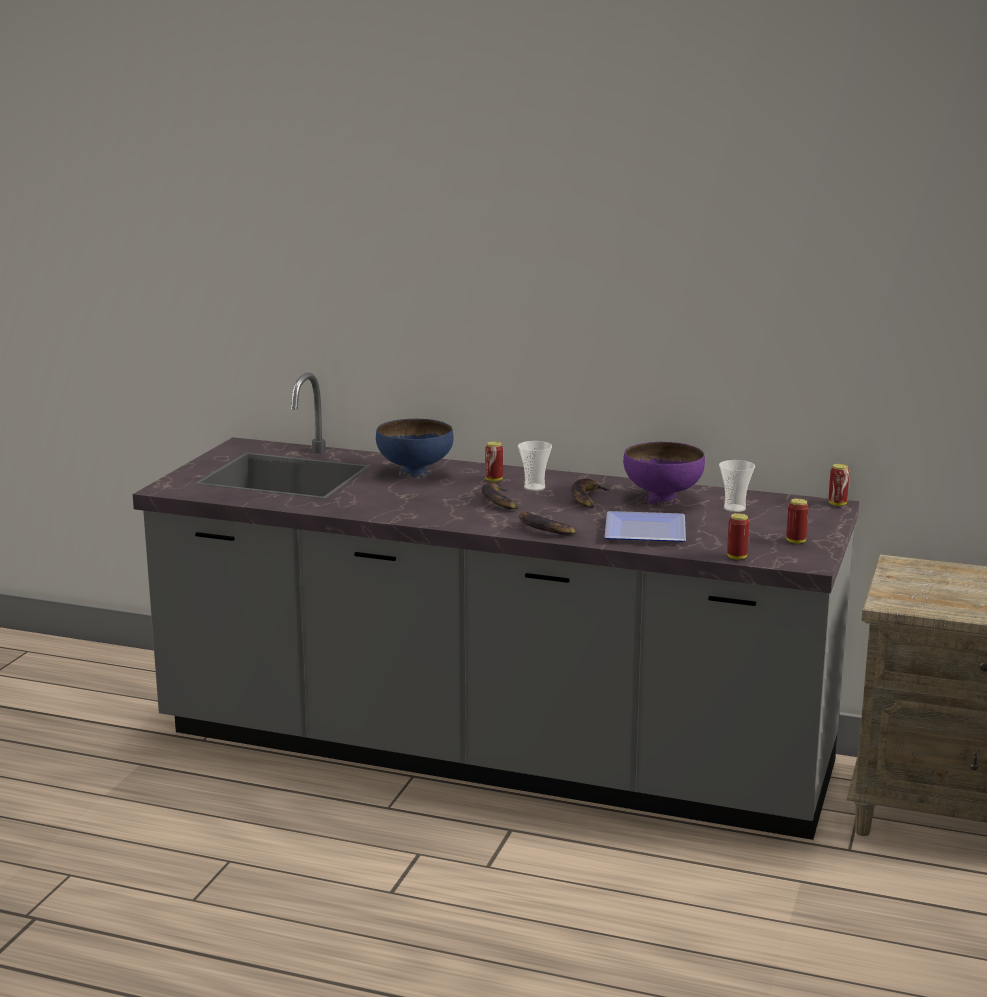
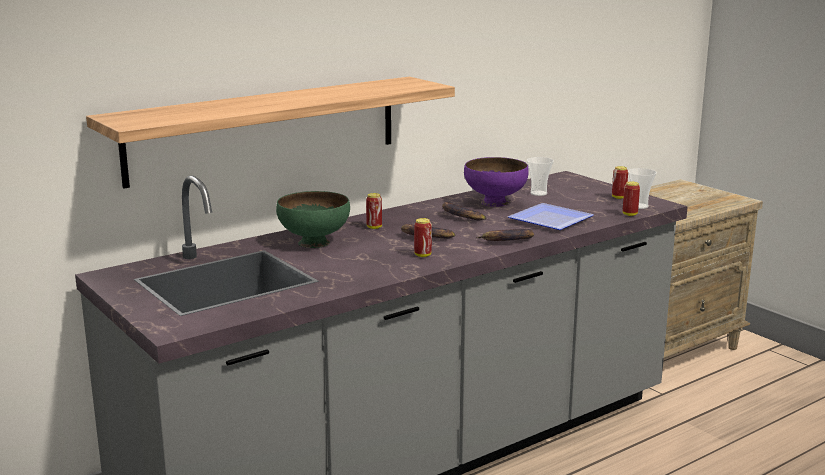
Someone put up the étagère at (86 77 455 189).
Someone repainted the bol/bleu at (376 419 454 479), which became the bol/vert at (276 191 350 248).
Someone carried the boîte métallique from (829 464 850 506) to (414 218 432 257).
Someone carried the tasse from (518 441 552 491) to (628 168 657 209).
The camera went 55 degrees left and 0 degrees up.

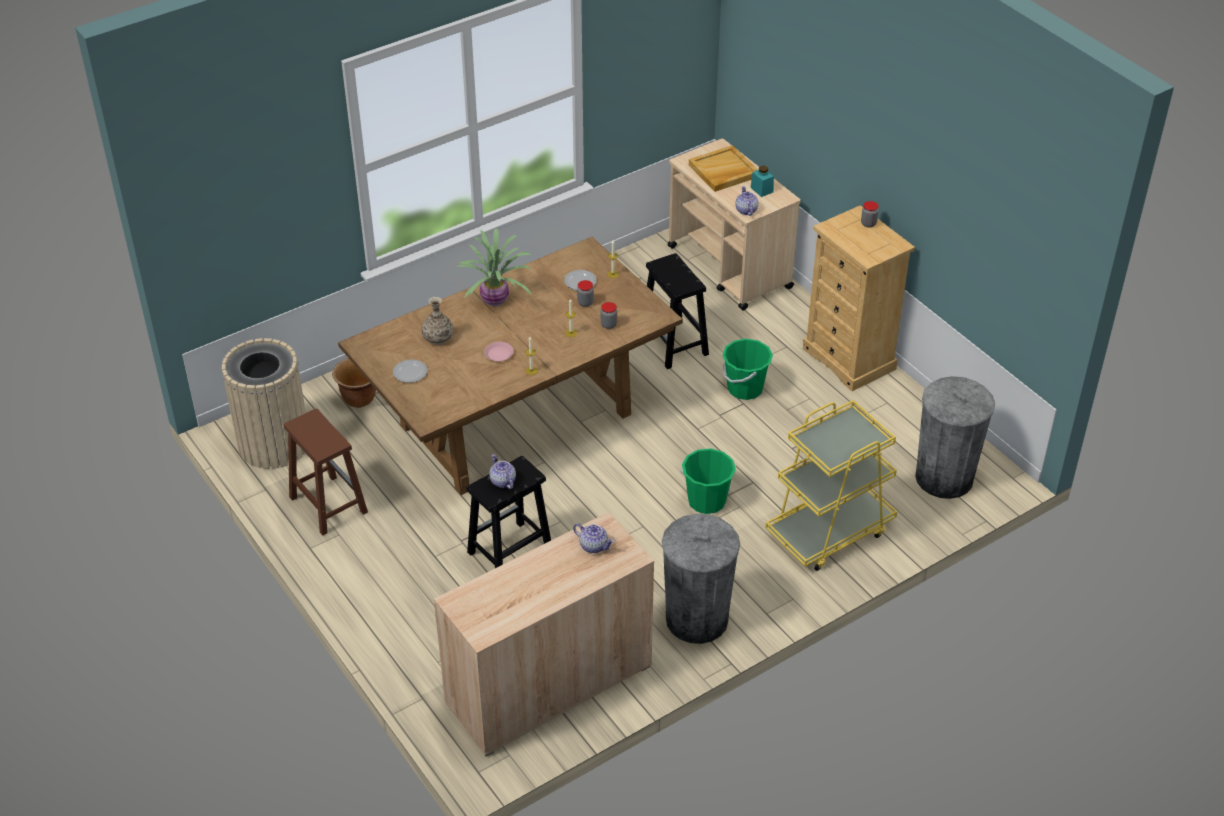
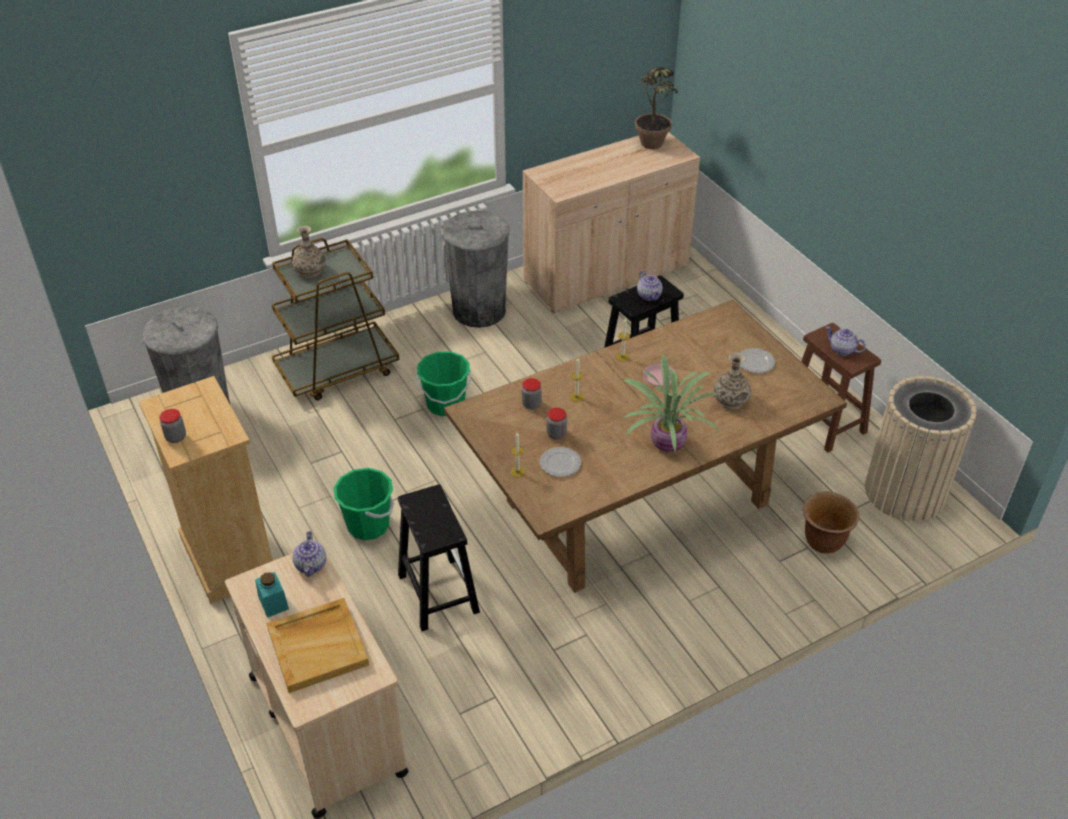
Someone repainted the chariot/jaune at (765 400 897 571), which became the chariot/marron at (272 238 399 400).
Someone put down the vase at (292 226 326 278).
Someone put down the plante en pot at (635 67 678 149).
Someone carried the théière from (573 523 614 553) to (826 326 866 356).
The camera went 175 degrees left and 0 degrees up.

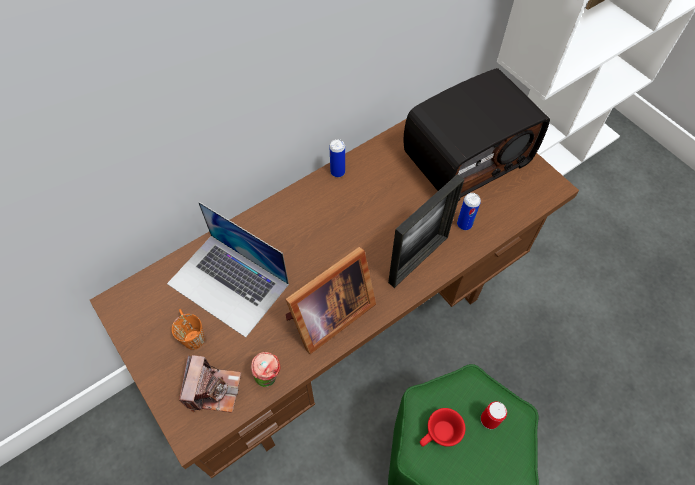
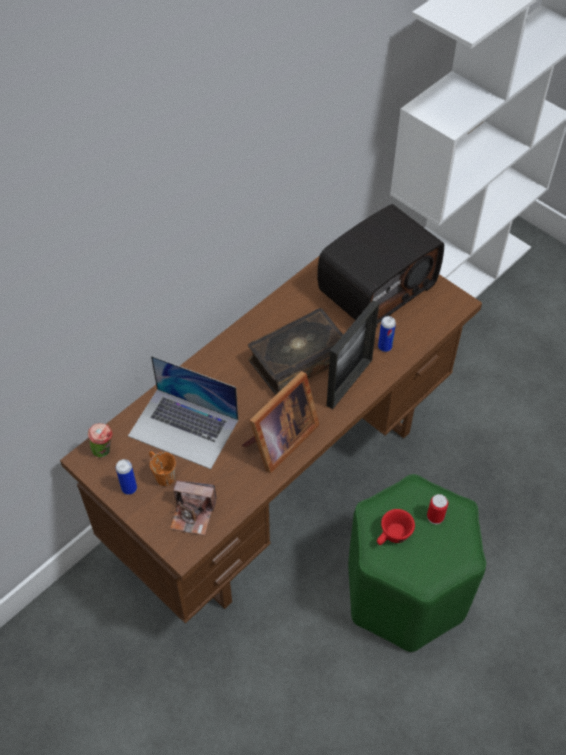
Someone carried the tasse from (251 352 281 387) to (88 423 113 458).
Someone carried the boîte métallique from (329 139 345 177) to (116 459 137 495).
Someone rotated the appareil photo at (179 355 241 413) by 105 degrees clockwise.
Someone put down the livre at (248 308 343 395).
The camera went 10 degrees left and 5 degrees down.

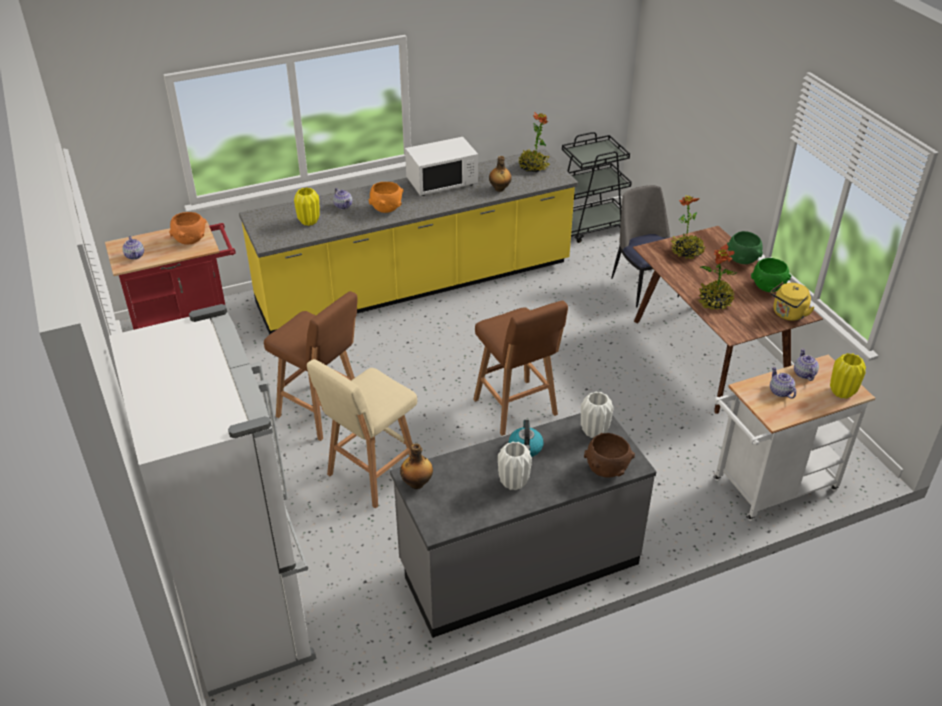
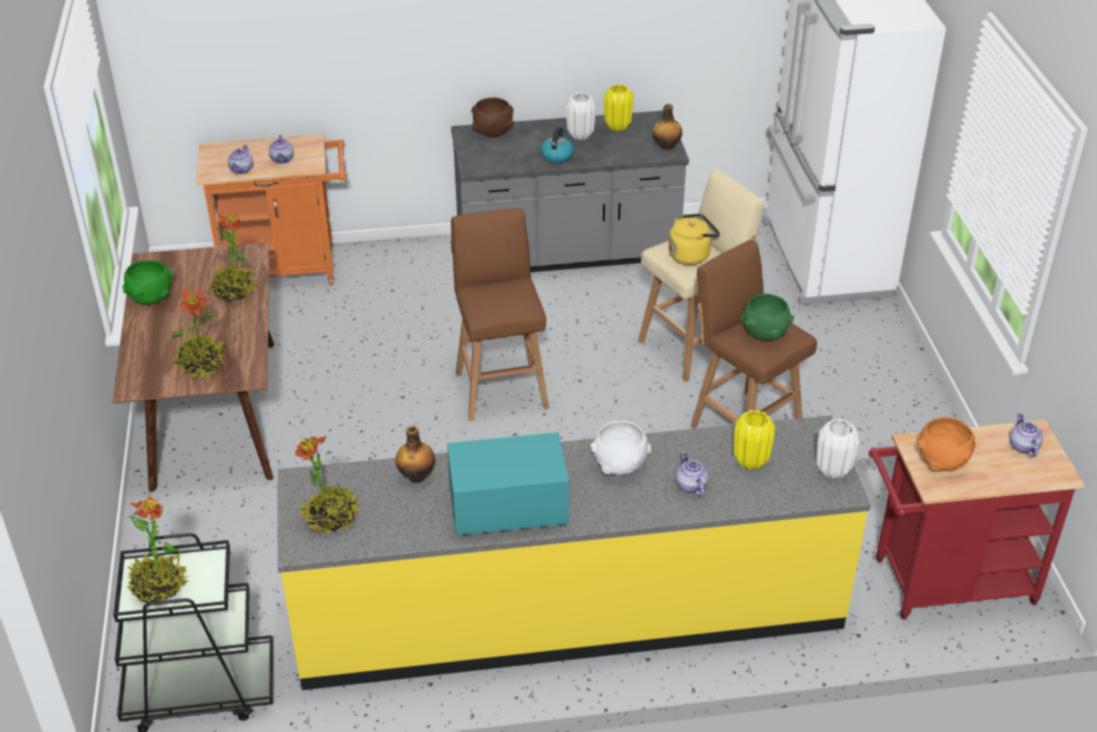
Someone put down the plante en pot at (127 496 189 603).
Someone repainted the chariot/blanc at (713 354 875 521), which became the chariot/orange at (196 134 347 285).
Someone repainted the micro-ondes/blanc at (405 137 478 196), which became the micro-ondes/turquoise at (447 432 569 536).
Someone repainted the bol/orange at (368 182 404 213), which became the bol/blanc at (590 421 651 475).
Someone carried the vase/jaune from (830 353 866 399) to (604 84 634 131).
Someone carried the bouilloire/jaune from (771 282 815 321) to (669 214 720 265).
Someone carried the bol/vert from (727 231 763 264) to (741 294 794 341).
Someone carried the vase/blanc from (581 392 614 438) to (817 419 859 479).
Someone took away the chaise at (611 185 679 308).
The camera went 165 degrees left and 0 degrees up.

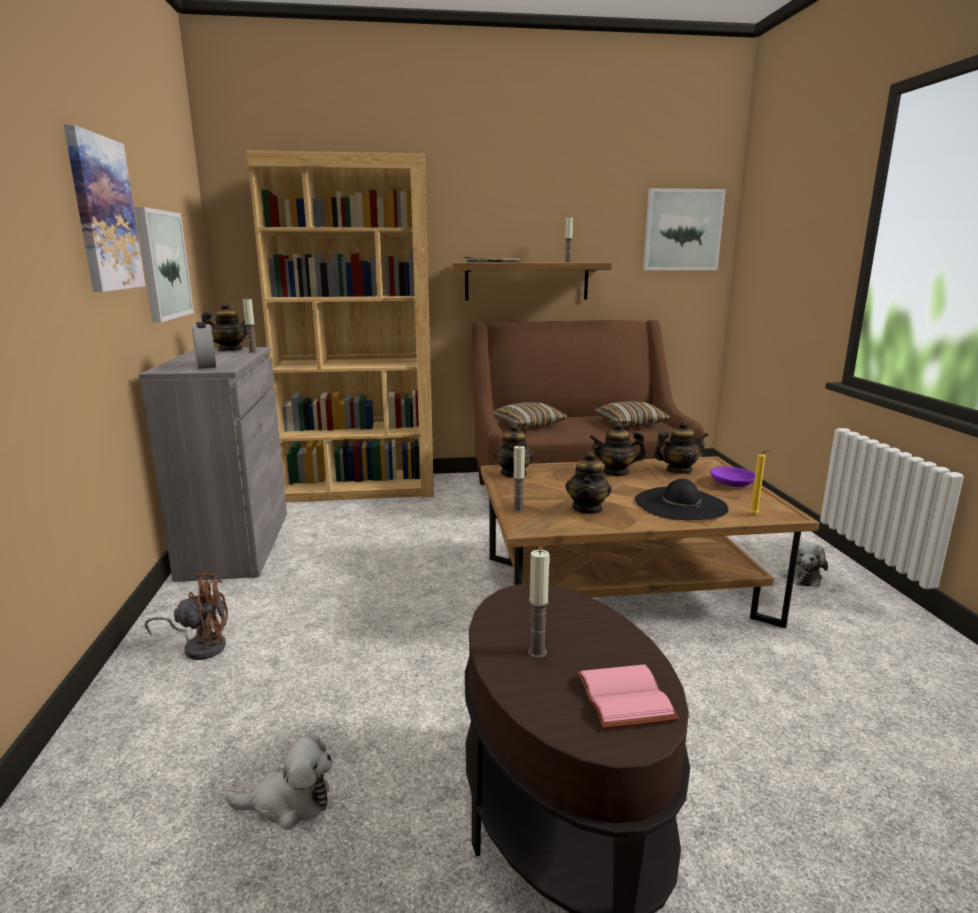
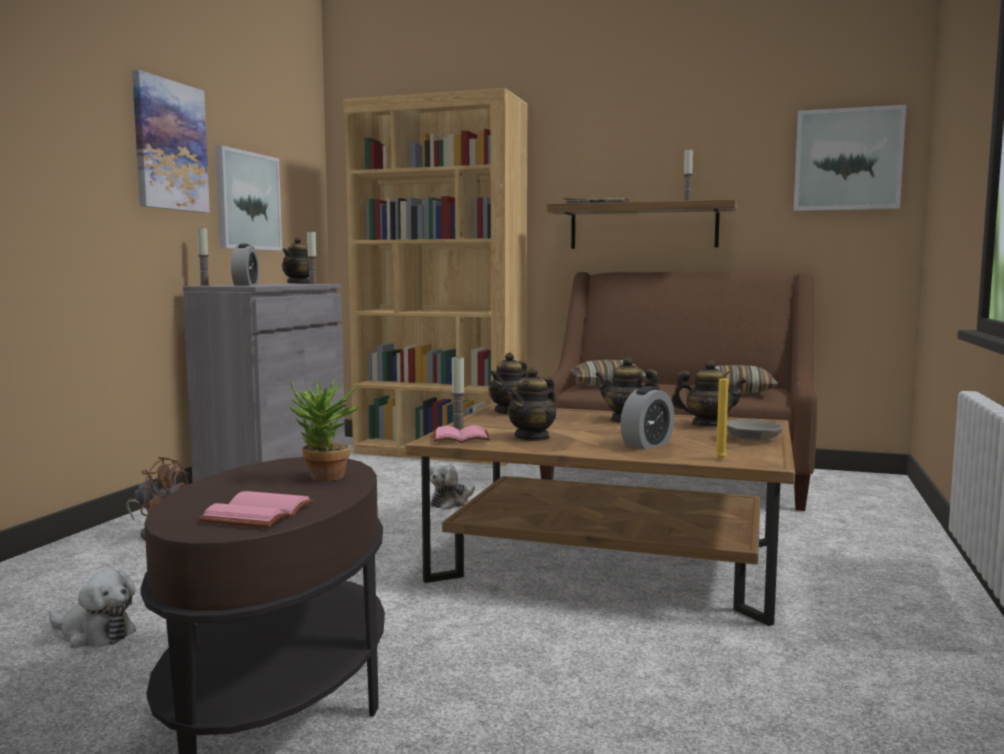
Someone carried the bougie from (528 549 549 658) to (197 228 209 285).
Someone rotated the théière at (201 302 247 351) by 105 degrees clockwise.
Someone put down the plante en pot at (289 379 361 482).
Someone carried the peluche from (780 542 828 587) to (430 462 475 509).
Someone put down the livre/rose at (433 425 490 443).
Someone swapped the chapeau/noir at (635 479 728 520) for the réveil at (620 386 674 450).
Someone repainted the bol/violet at (710 466 755 487), which became the bol/gris at (727 419 783 441).
The camera went 25 degrees right and 10 degrees down.

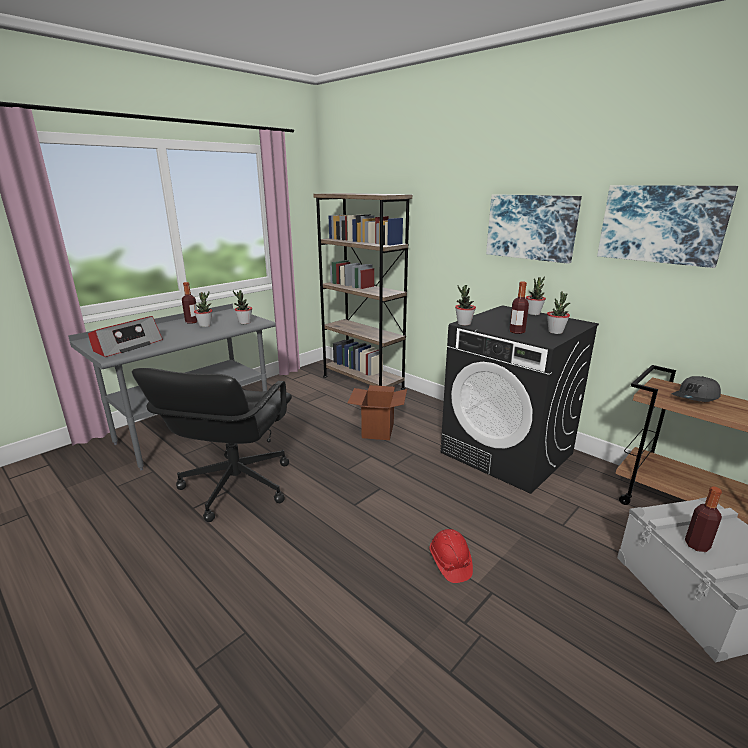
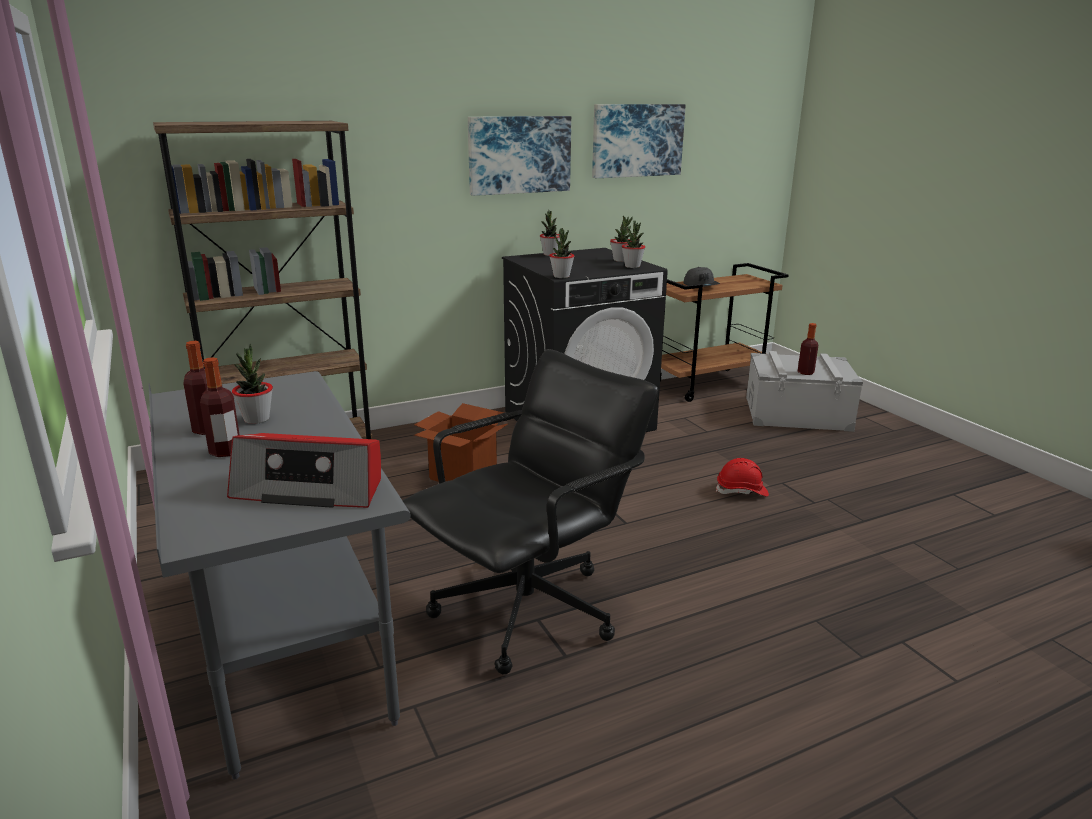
Someone carried the bouteille from (509 282 529 334) to (200 357 240 457).
Someone rotated the radio at (88 316 163 357) by 135 degrees clockwise.
Someone rotated the chaise de bureau/noir at (132 368 292 522) by 75 degrees counterclockwise.
Someone carried the plante en pot from (233 290 252 324) to (622 221 645 268).
The camera went 70 degrees left and 0 degrees up.

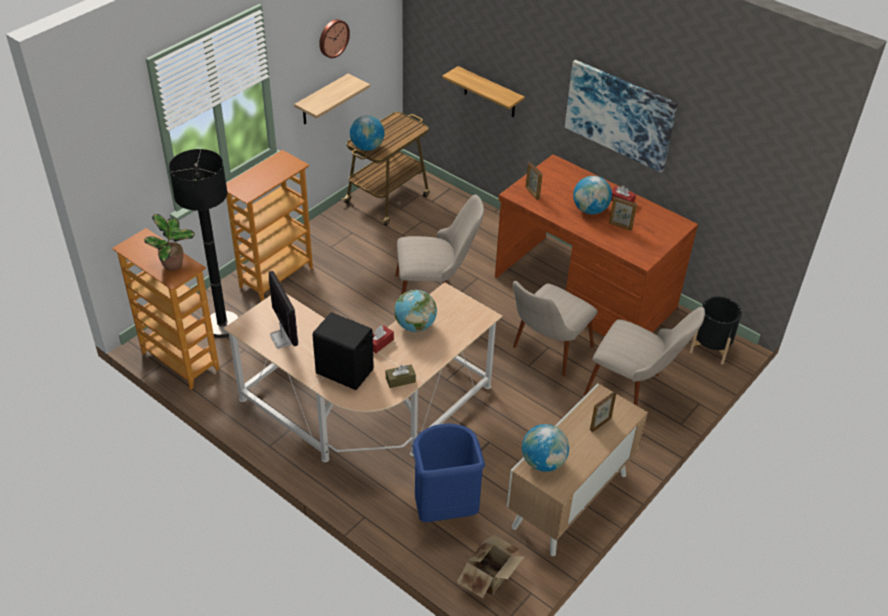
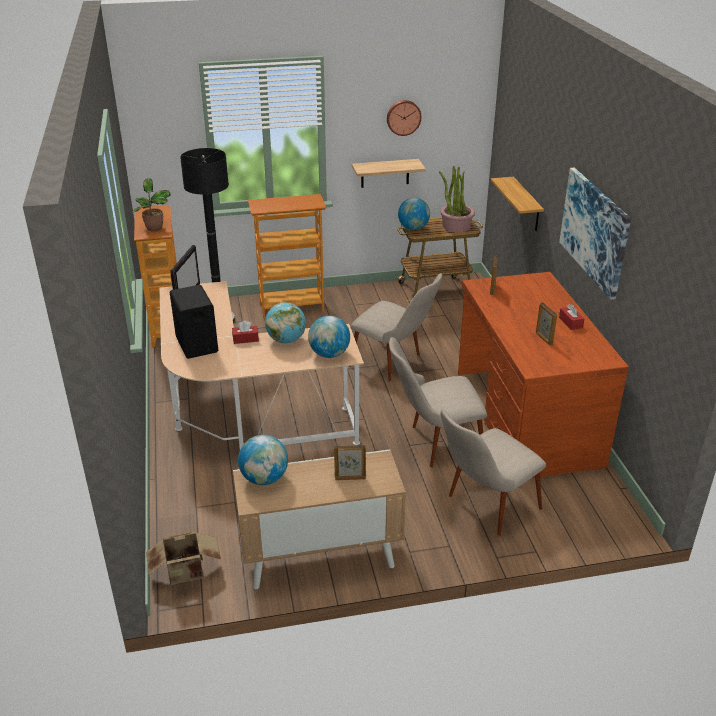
Someone carried the globe from (573 176 612 214) to (308 316 350 358).
Someone put down the plante en pot at (439 166 475 232).
Someone rotated the chaise/beige at (584 307 705 406) by 75 degrees clockwise.
Someone took away the boîte à mouchoirs/marron at (386 365 416 388).
Someone took away the poubelle/bleu at (413 423 485 522).
Someone took away the cache-pot/noir at (689 297 742 365).
The camera went 40 degrees right and 10 degrees down.

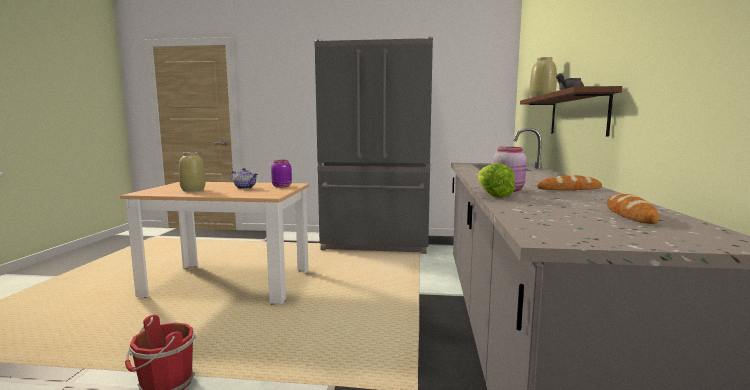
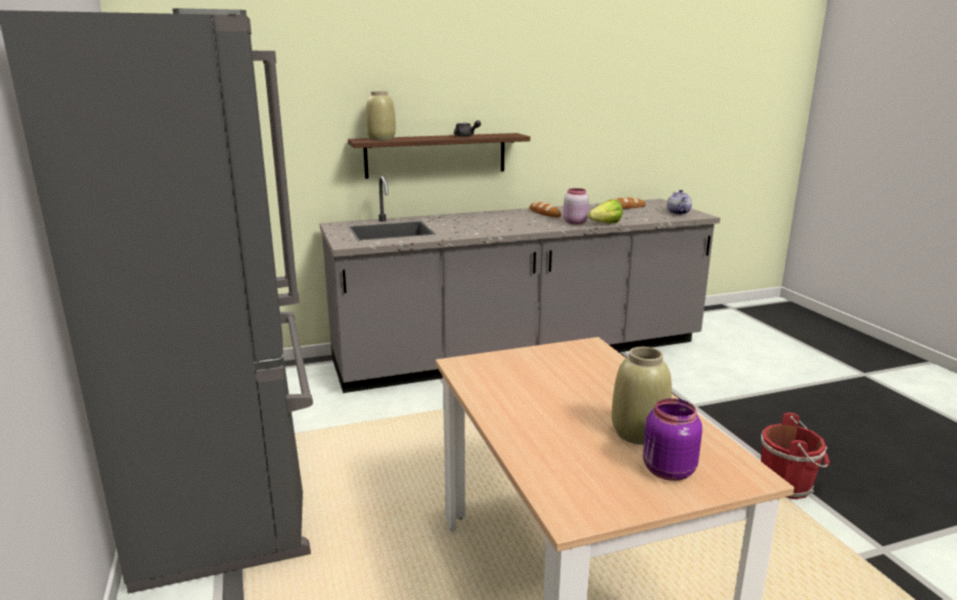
Someone carried the bocal/violet from (271 160 292 188) to (643 398 702 481).
Someone carried the théière from (230 168 258 189) to (667 190 692 215).
The camera went 115 degrees left and 10 degrees up.

